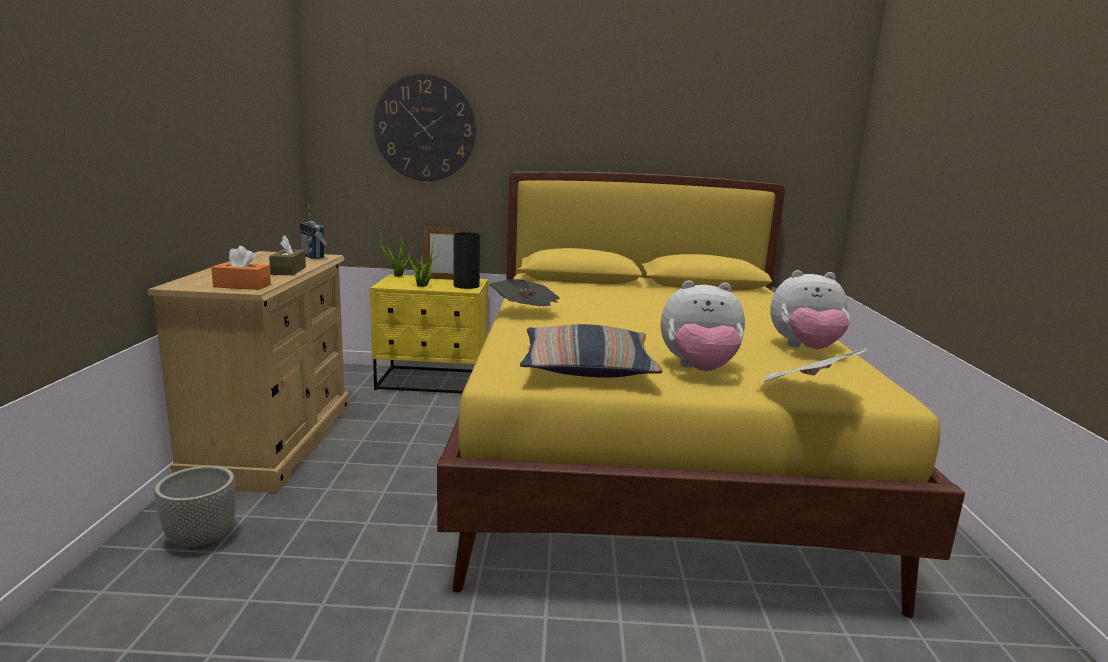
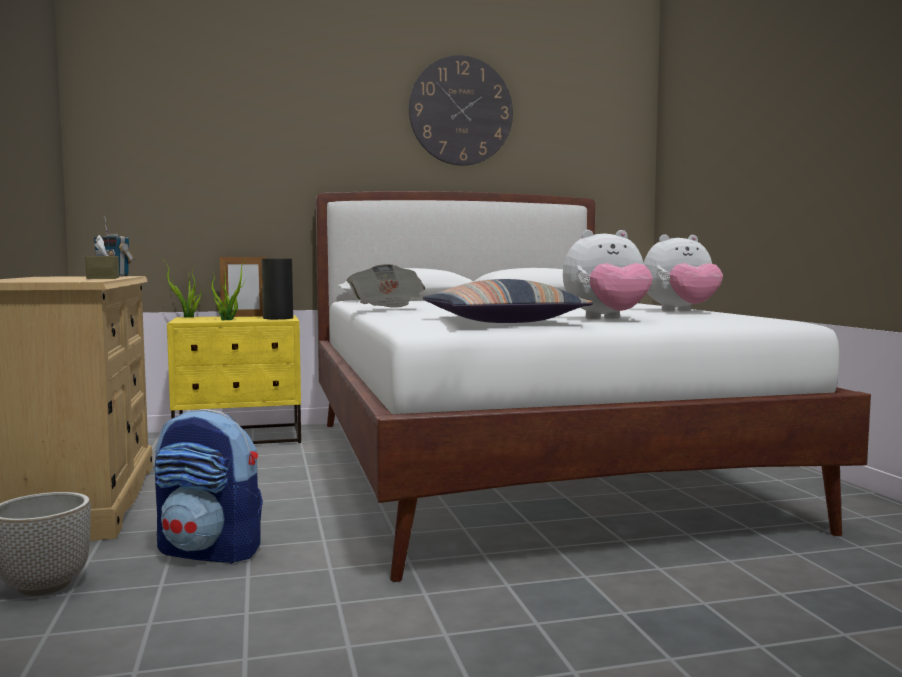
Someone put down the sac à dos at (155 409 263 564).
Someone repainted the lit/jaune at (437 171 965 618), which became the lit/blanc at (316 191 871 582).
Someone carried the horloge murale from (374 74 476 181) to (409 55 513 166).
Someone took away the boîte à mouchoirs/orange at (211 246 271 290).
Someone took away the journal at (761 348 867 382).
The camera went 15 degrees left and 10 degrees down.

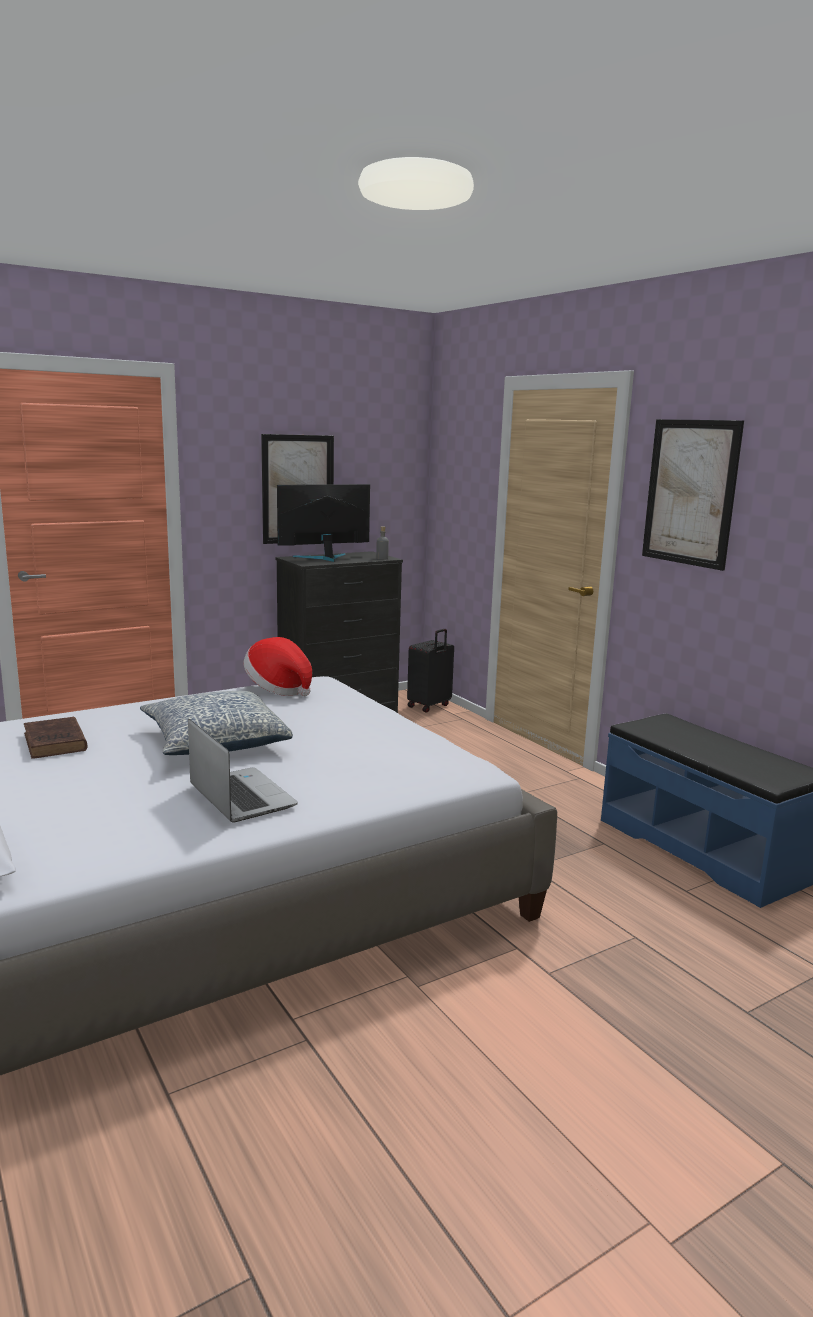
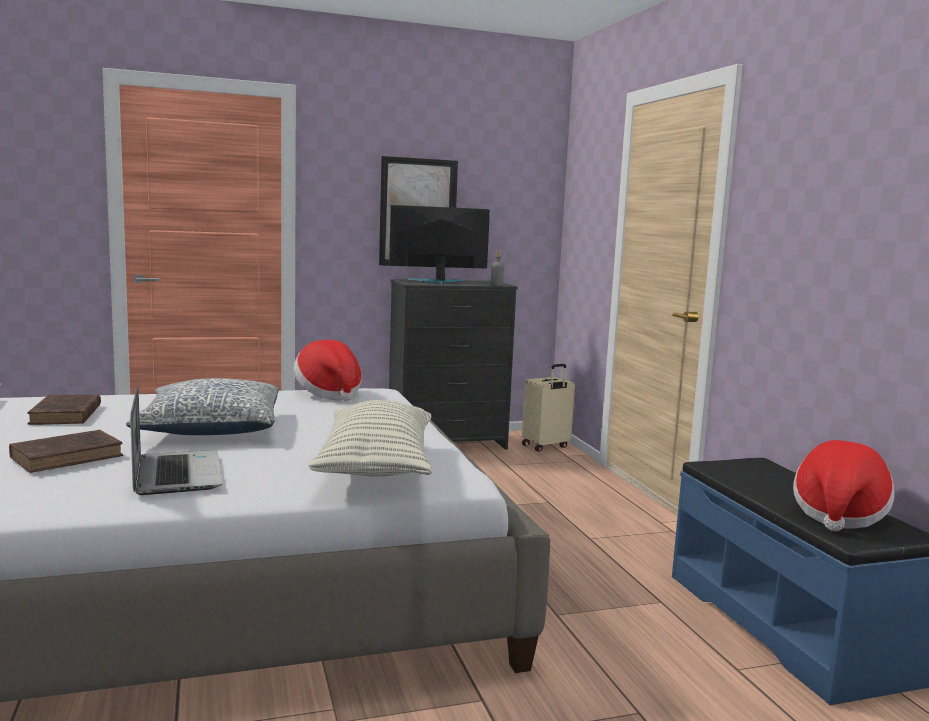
Someone put down the livre/marron at (9 430 123 473).
Someone put down the coussin at (308 400 432 477).
Someone repainted the valise/noir at (407 629 454 712), which became the valise/beige at (522 364 575 452).
Someone put down the chapeau at (793 440 894 532).
Someone took away the tableau at (642 419 744 571).
The camera went 15 degrees right and 5 degrees down.

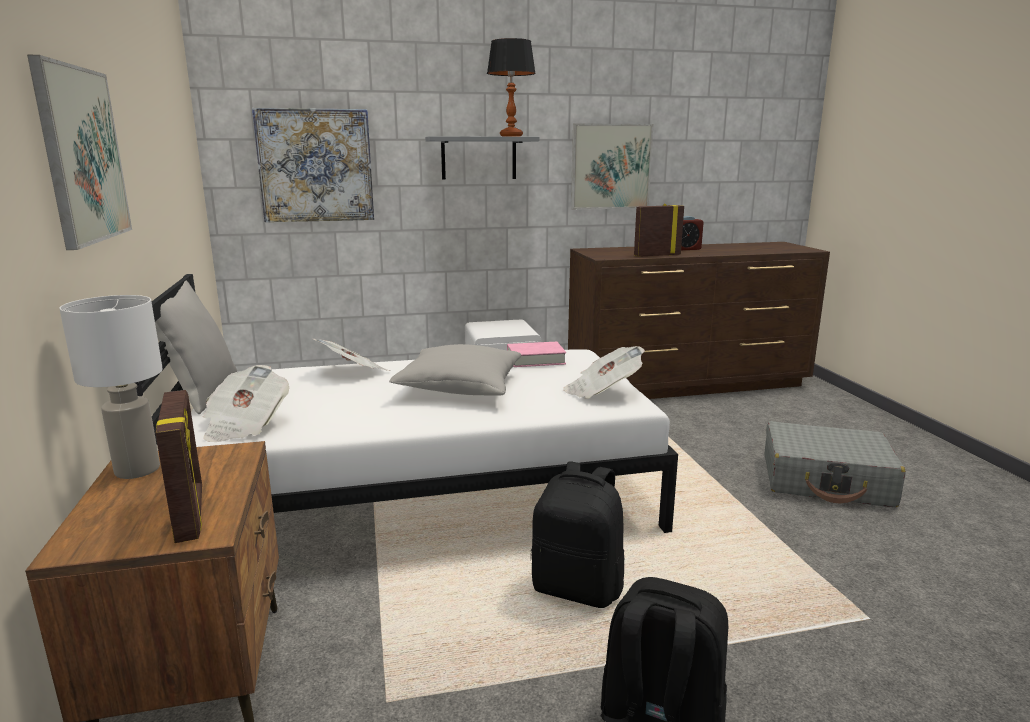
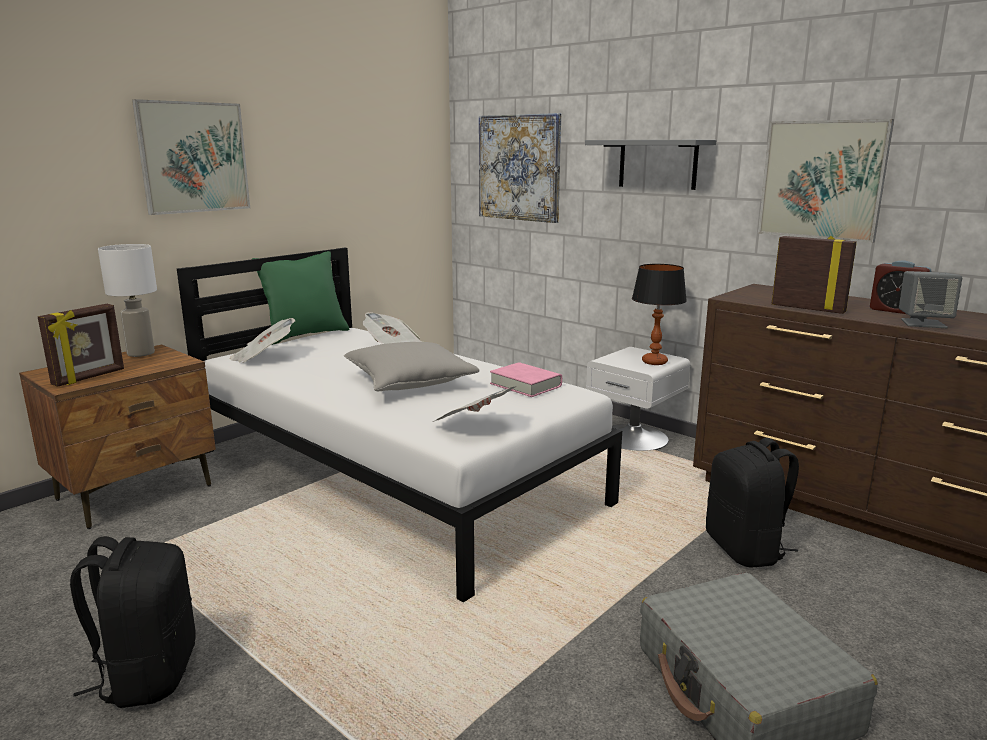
Someone repainted the coussin/gris at (155 281 237 414), which became the coussin/vert at (252 251 349 345).
Someone carried the lampe de table from (487 38 536 136) to (632 264 687 365).
Someone carried the sac à dos/noir from (531 461 624 608) to (706 438 799 568).
Someone put down the enceinte/gris at (899 271 962 328).
The camera went 55 degrees right and 0 degrees up.

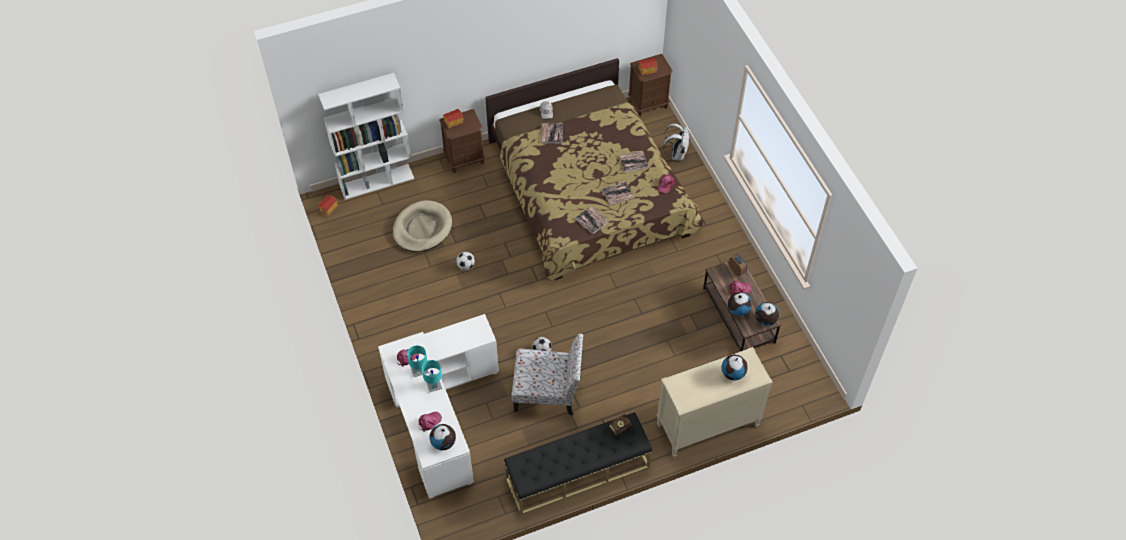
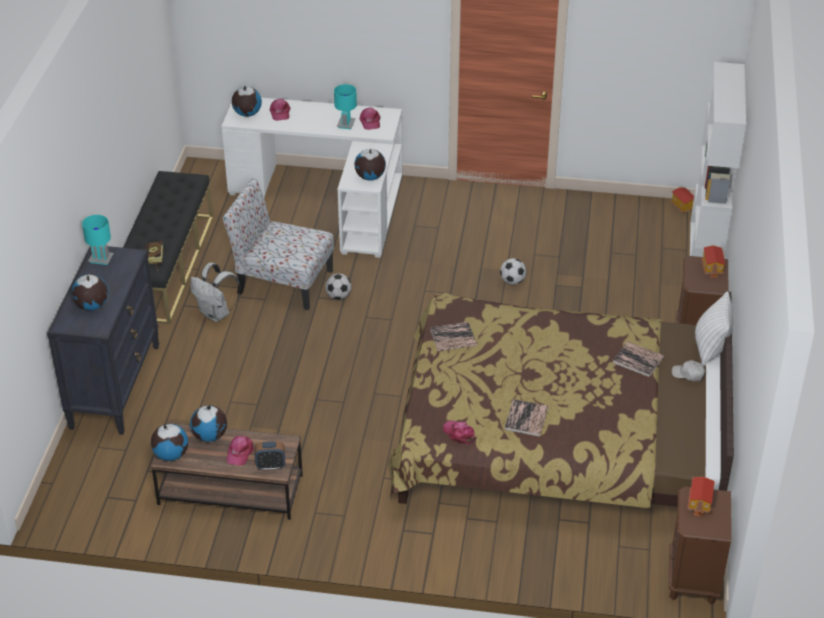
Someone repainted the commode/beige at (657 347 773 457), which became the commode/noir at (47 246 159 435).
Someone carried the lampe de table/turquoise from (422 360 442 392) to (82 215 114 265).
Someone carried the sac à dos/blanc from (663 123 689 161) to (191 262 240 322).
Someone rotated the chaise at (511 334 583 415) by 75 degrees clockwise.
Someone put down the globe at (354 149 386 180).
Someone put down the coussin/blanc at (695 291 733 367).
Someone took away the panier pour chien/beige at (393 200 452 252).
Someone took away the livre at (602 181 634 206).
The camera went 120 degrees right and 15 degrees down.

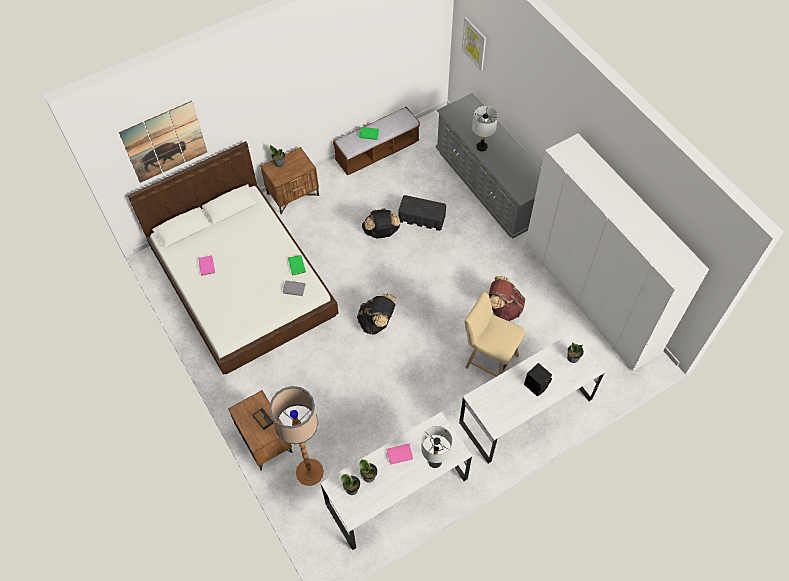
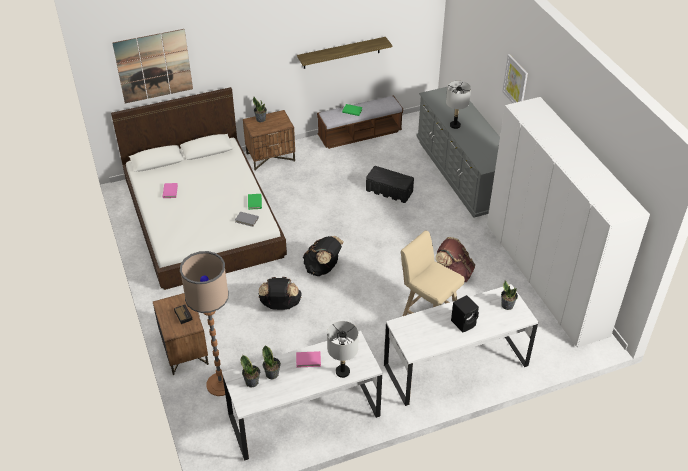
Someone carried the sac à dos/noir from (362 208 401 238) to (259 277 302 310).
Someone put up the étagère at (297 37 392 69).
Someone carried the tableau from (462 17 486 71) to (502 54 528 103).
The camera went 10 degrees right and 15 degrees down.

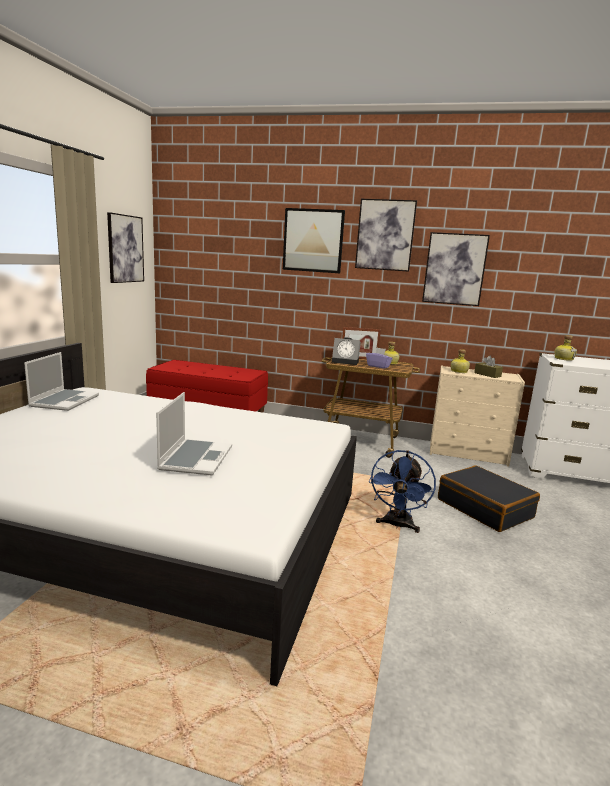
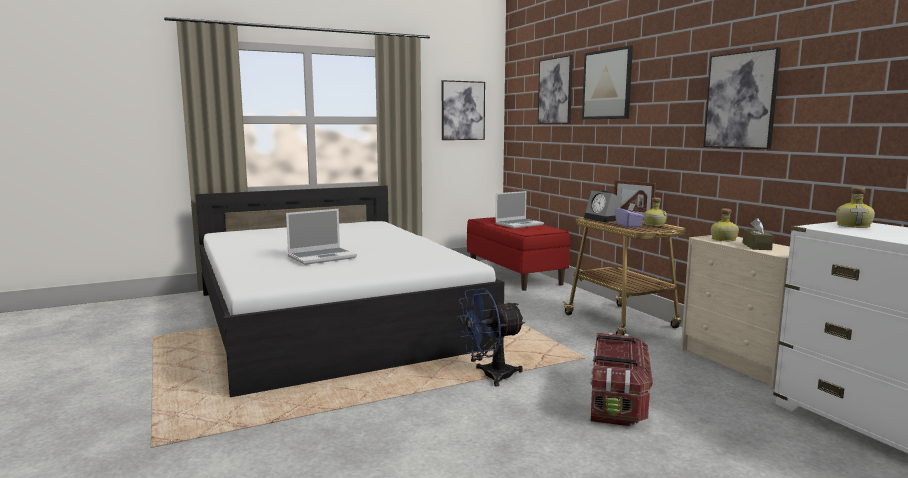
Someone carried the ordinateur portable from (24 352 99 411) to (495 191 544 228).
Someone carried the tableau from (355 199 417 272) to (538 55 573 124).
Someone swapped the valise/noir at (438 466 540 532) for the boîte de rangement at (590 333 653 426).
The camera went 50 degrees right and 5 degrees down.

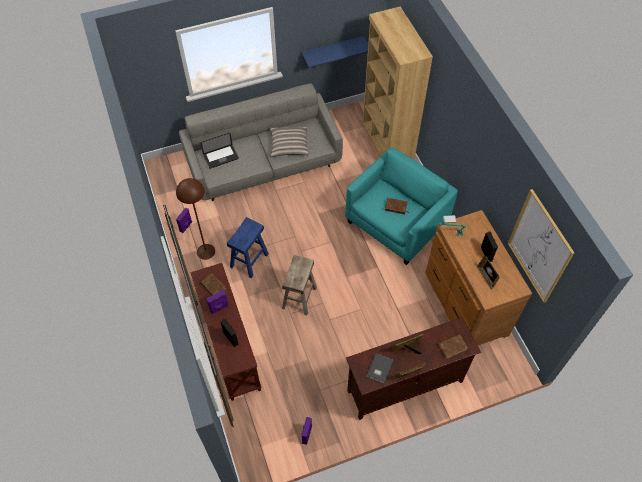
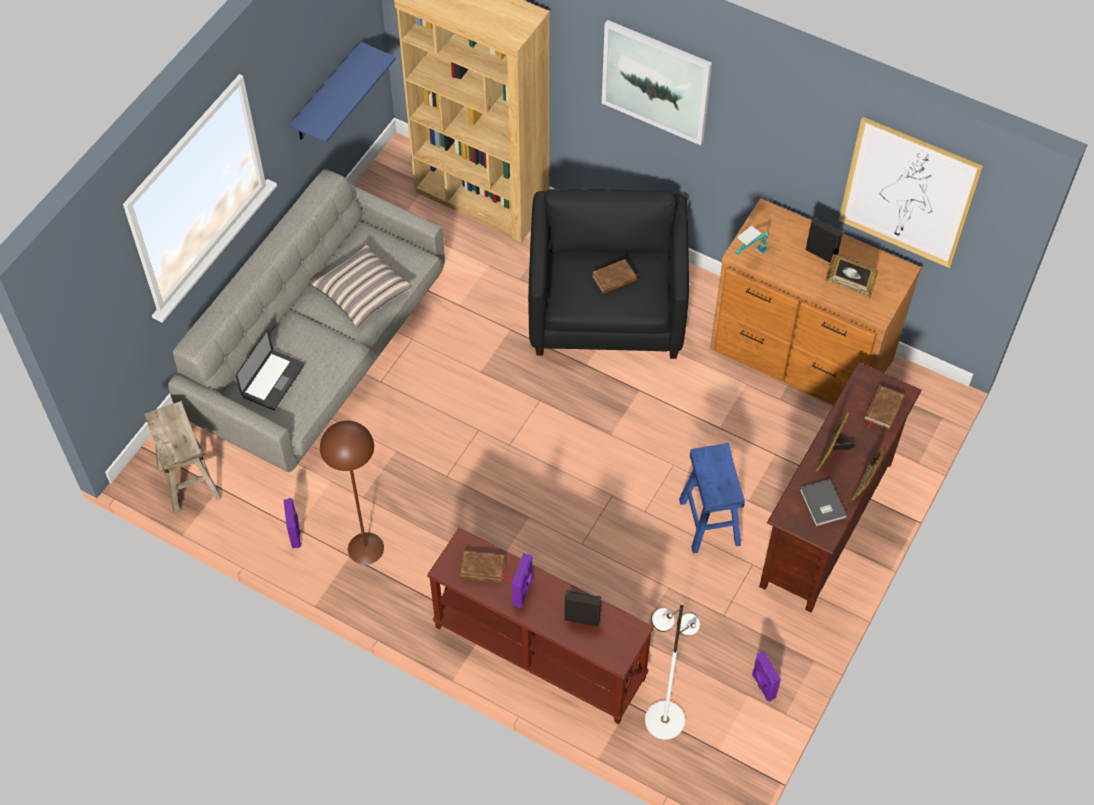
Someone carried the tabouret/beige from (282 255 317 316) to (144 401 221 515).
Someone repainted the fauteuil/turquoise at (345 147 458 265), which became the fauteuil/noir at (528 189 689 359).
Someone put up the tableau at (602 20 712 145).
Someone put down the lampadaire/blanc at (645 602 700 739).
Someone carried the tabouret/bleu from (227 217 269 278) to (679 443 745 553).
The camera went 40 degrees left and 0 degrees up.

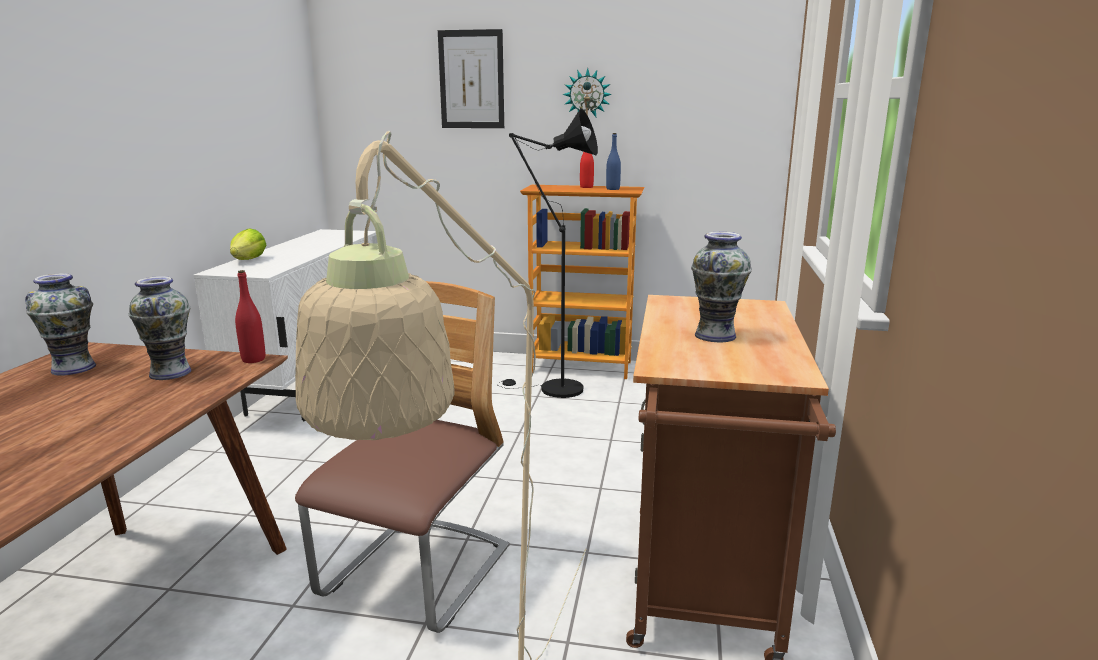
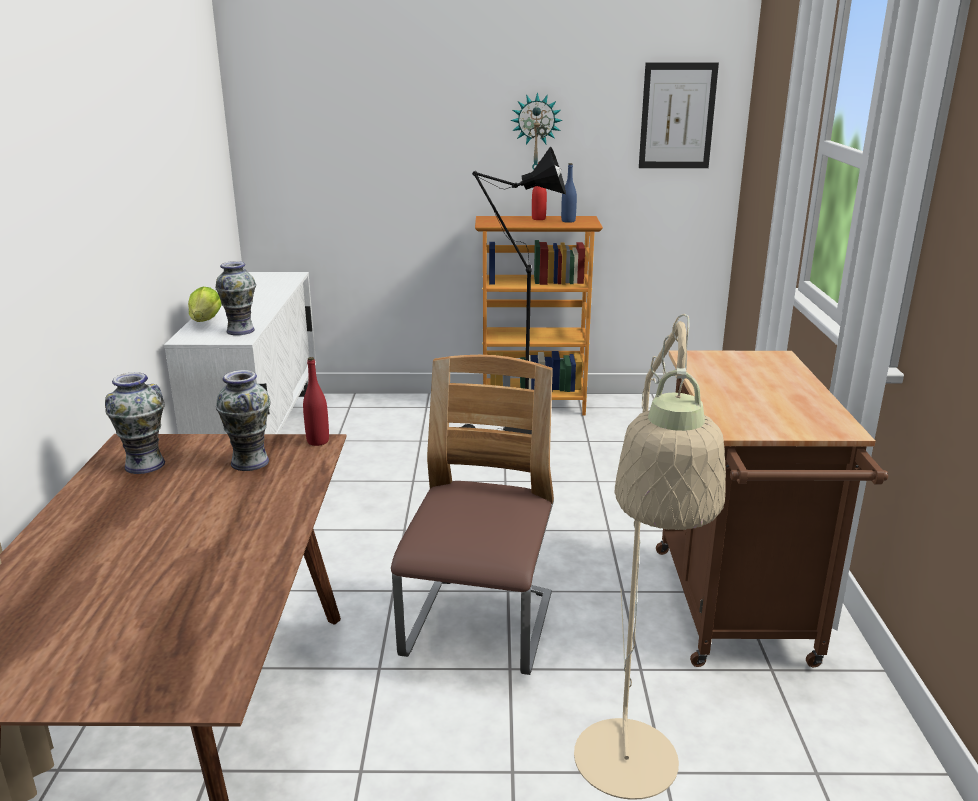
Someone carried the vase from (691 232 752 342) to (215 261 256 335).
Someone carried the tableau from (438 29 504 128) to (639 63 719 168).
The camera went 10 degrees left and 5 degrees up.

